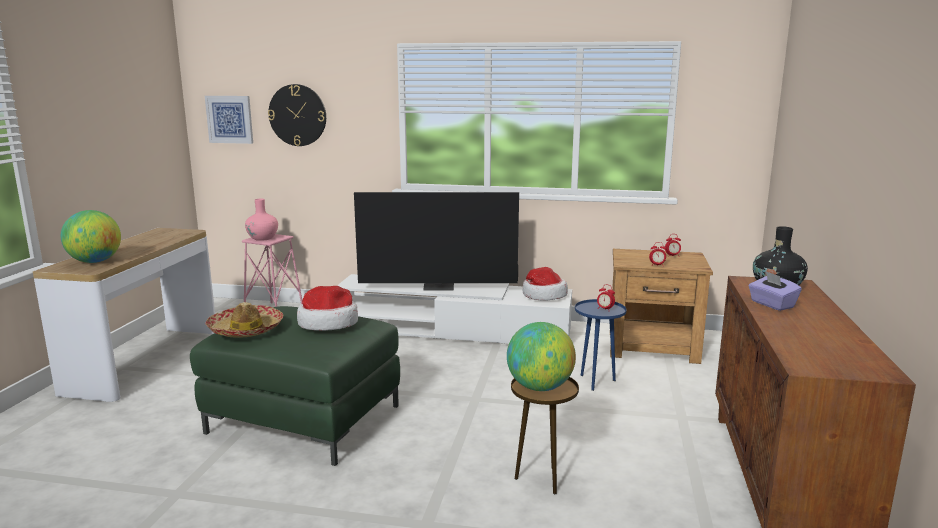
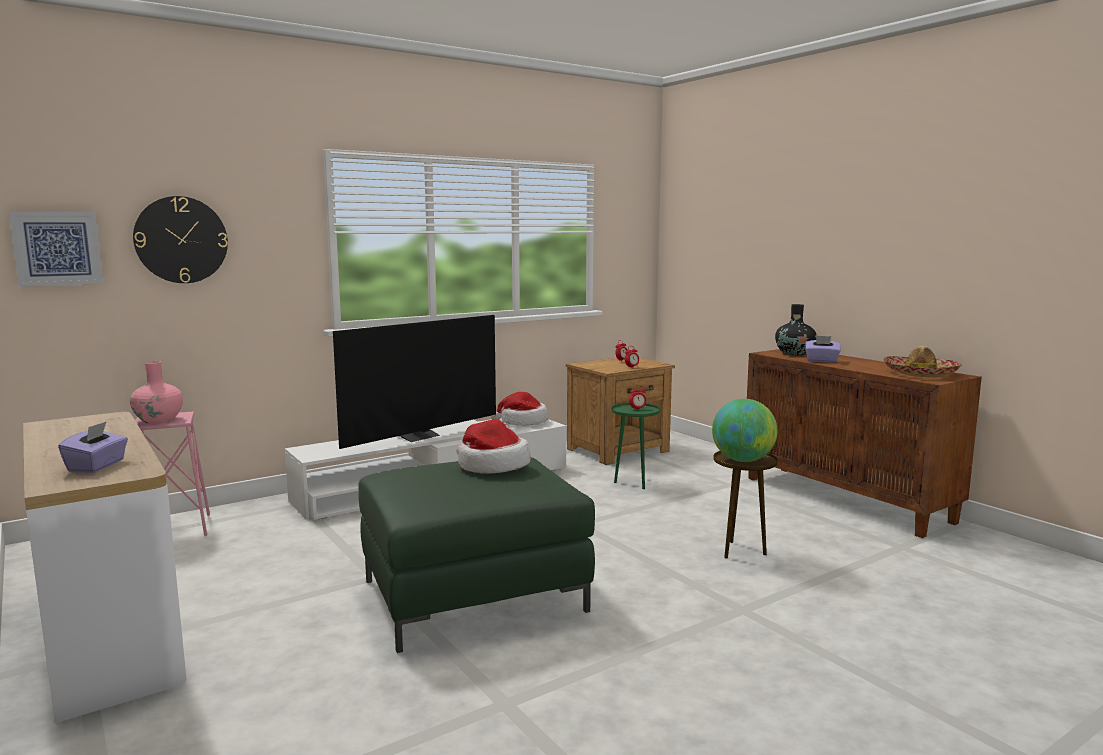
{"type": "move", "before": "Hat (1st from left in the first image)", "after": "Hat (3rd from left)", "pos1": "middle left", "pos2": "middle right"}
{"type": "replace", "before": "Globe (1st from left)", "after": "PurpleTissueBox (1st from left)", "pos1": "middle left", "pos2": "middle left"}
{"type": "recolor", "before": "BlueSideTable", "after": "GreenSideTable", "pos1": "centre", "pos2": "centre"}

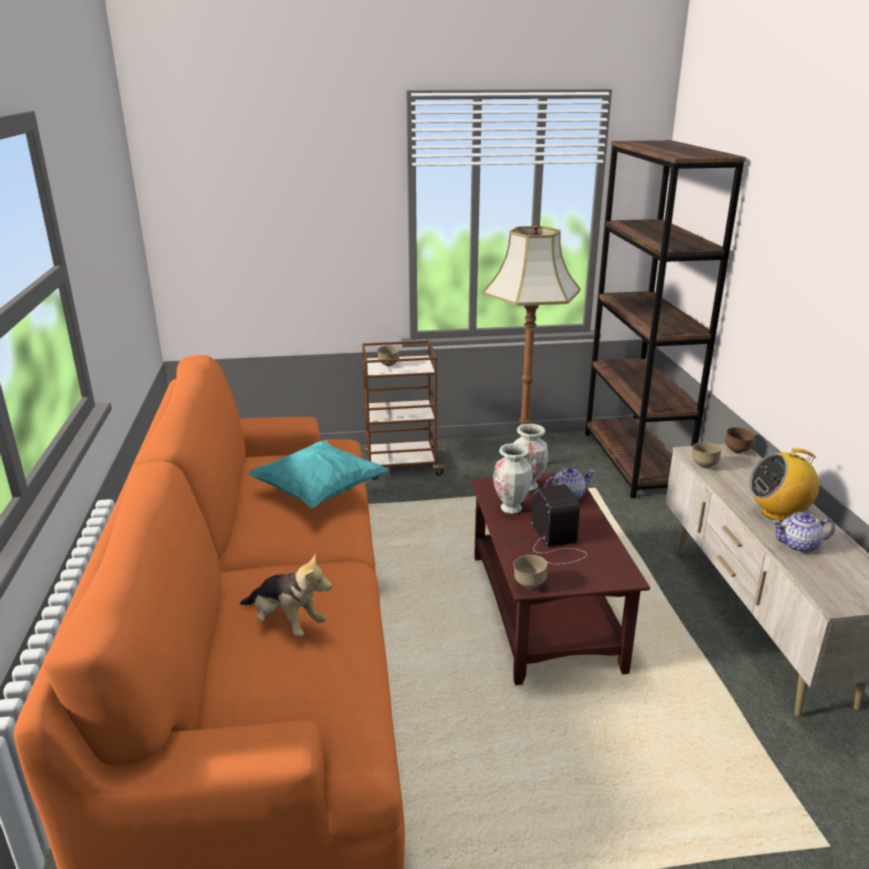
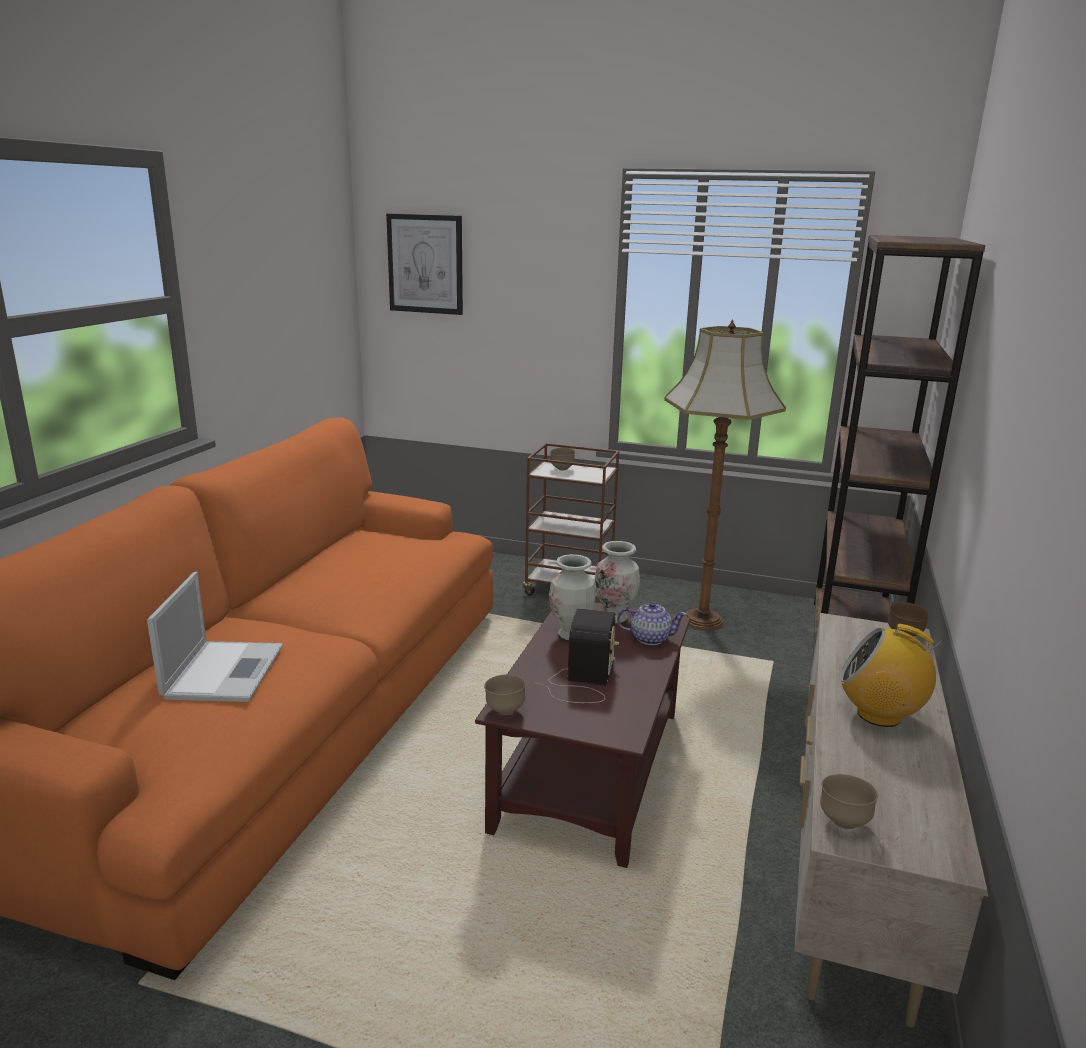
{"type": "delete", "before": "TurquoisePillow", "pos1": "centre"}
{"type": "delete", "before": "Teapot (2nd from left)", "pos1": "middle right"}
{"type": "insert", "after": "Picture", "pos2": "top centre"}
{"type": "move", "before": "BrownBowl (3rd from left)", "pos1": "middle right", "pos2": "bottom right"}
{"type": "replace", "before": "PlushToy", "after": "Laptop", "pos1": "bottom left", "pos2": "middle left"}

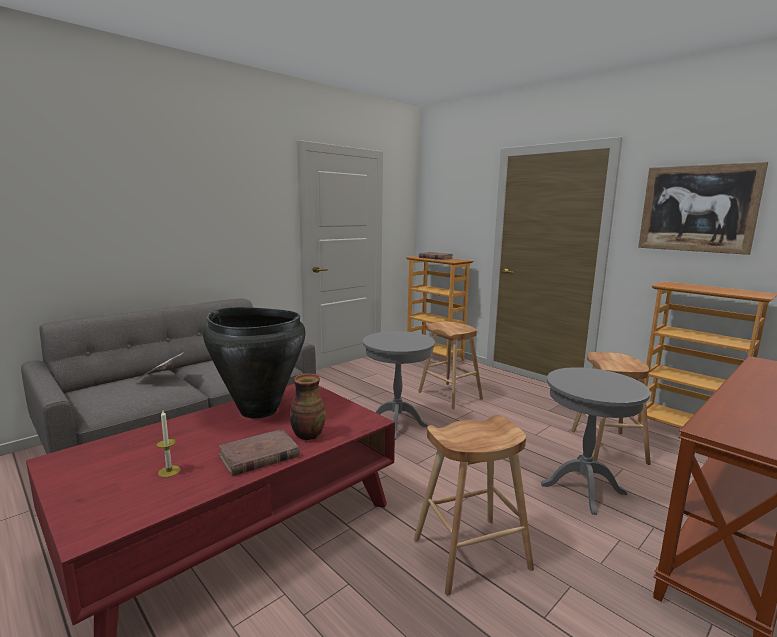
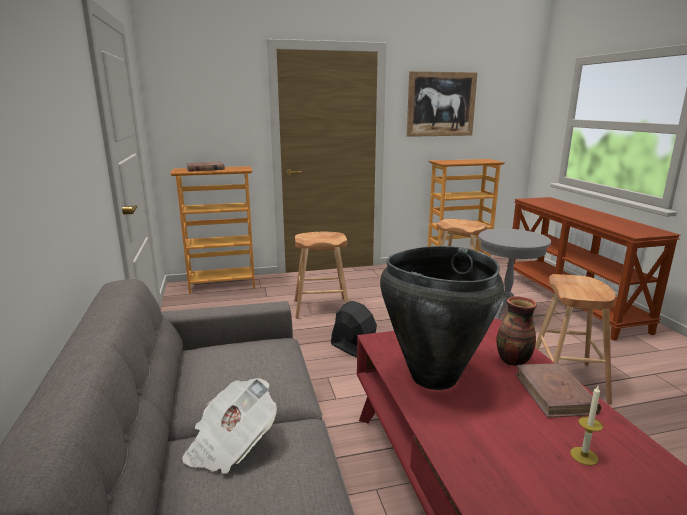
{"type": "replace", "before": "GreySideTable (1st from left)", "after": "BlackFan", "pos1": "centre", "pos2": "centre"}

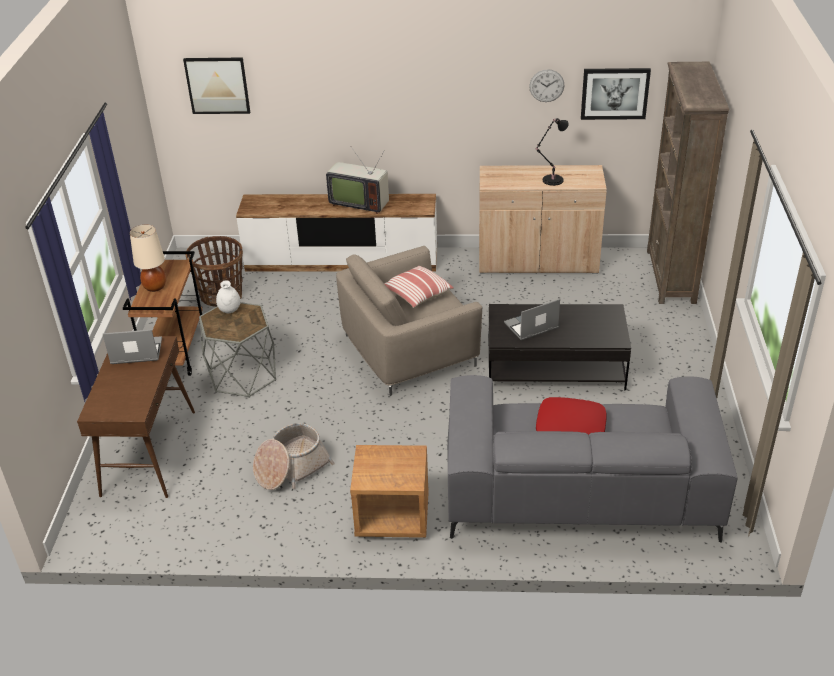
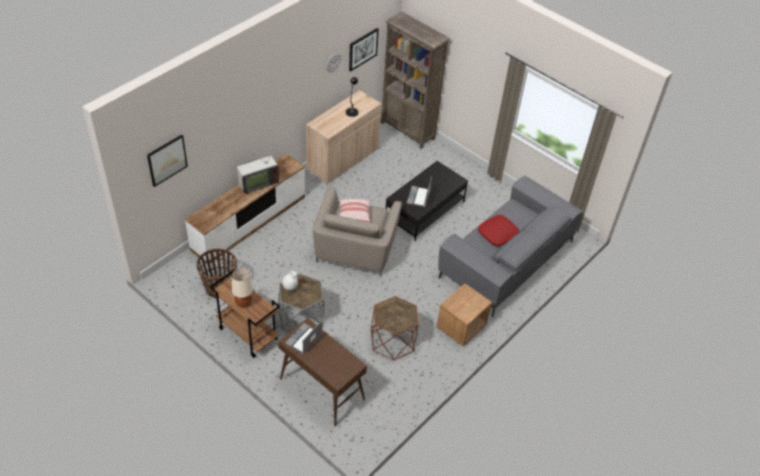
{"type": "replace", "before": "Basket (2nd from left)", "after": "BrownSideTable", "pos1": "bottom centre", "pos2": "bottom centre"}

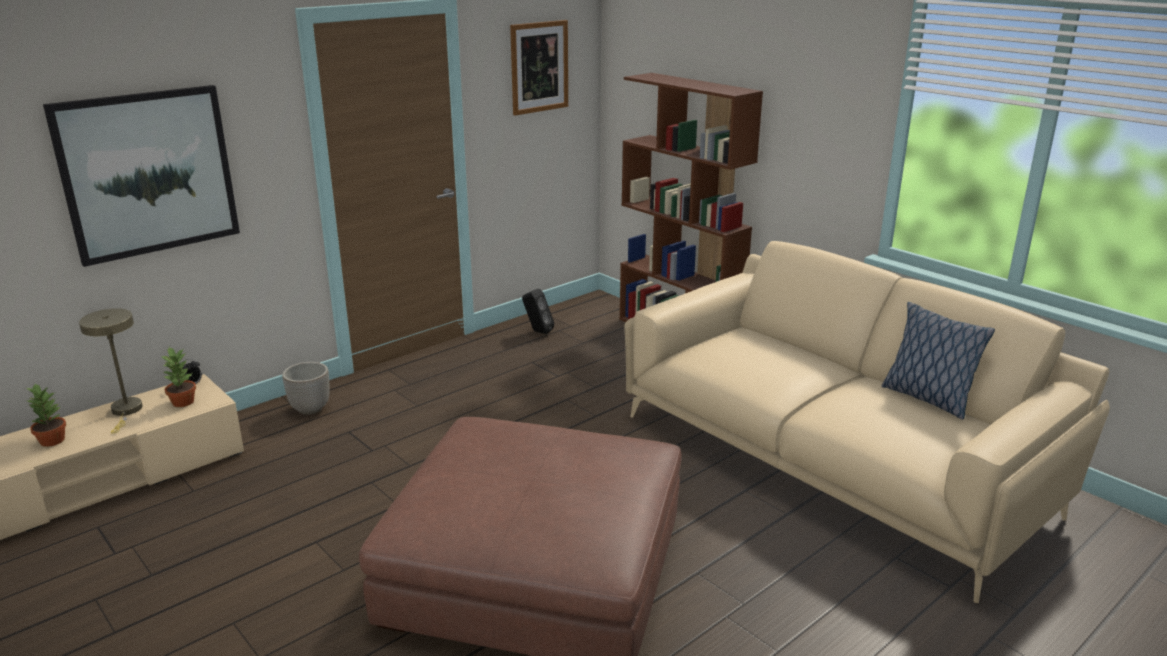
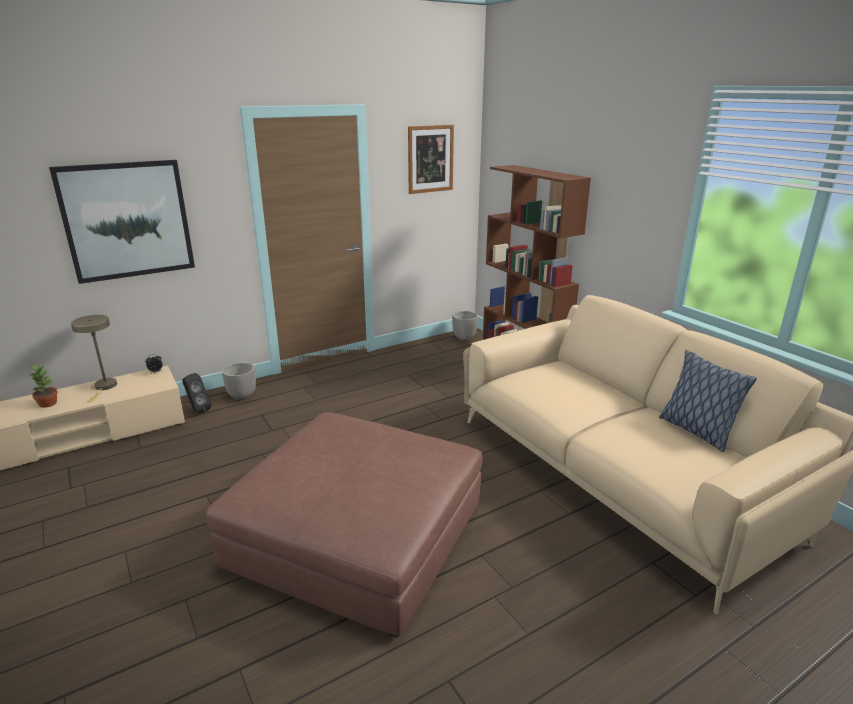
{"type": "delete", "before": "PottedPlant (2nd from left)", "pos1": "middle left"}
{"type": "insert", "after": "Planter (2nd from left)", "pos2": "centre"}
{"type": "move", "before": "BlackSpeaker", "pos1": "centre", "pos2": "middle left"}

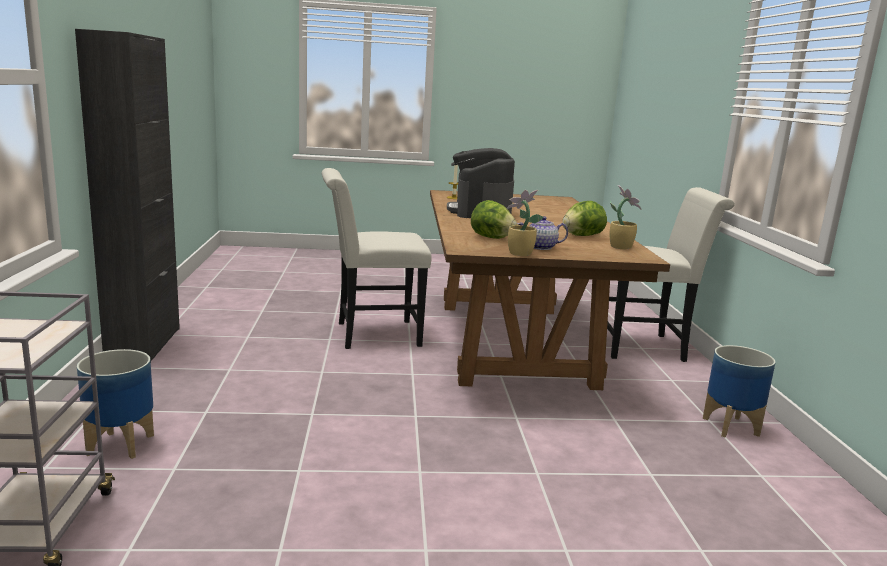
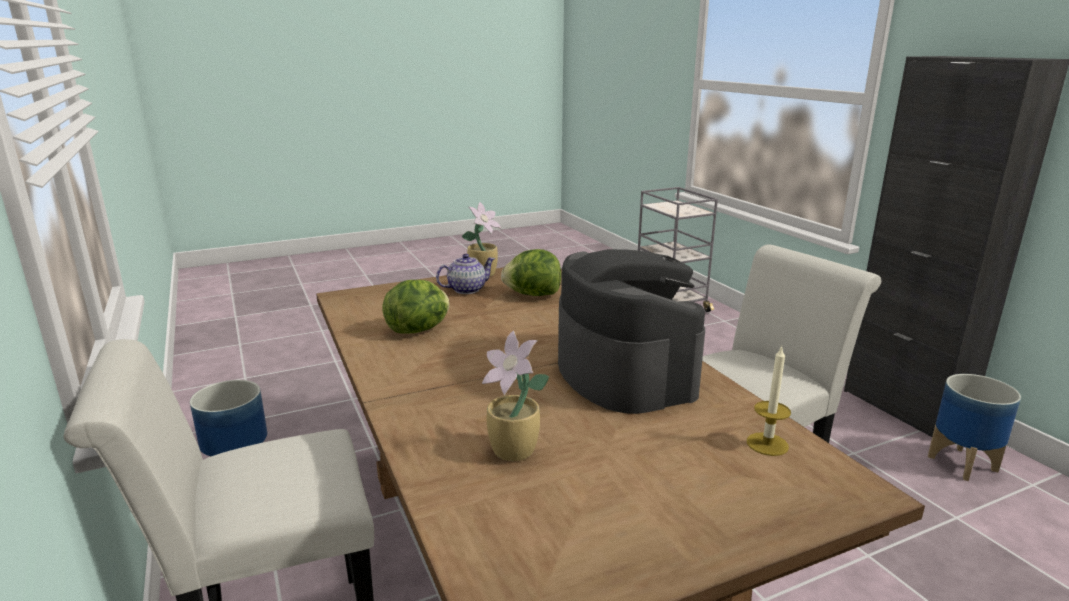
{"type": "move", "before": "Planter (1st from left in the first image)", "after": "Planter (2nd from left)", "pos1": "bottom left", "pos2": "bottom right"}
{"type": "move", "before": "PottedPlant (2nd from left)", "pos1": "middle right", "pos2": "centre"}

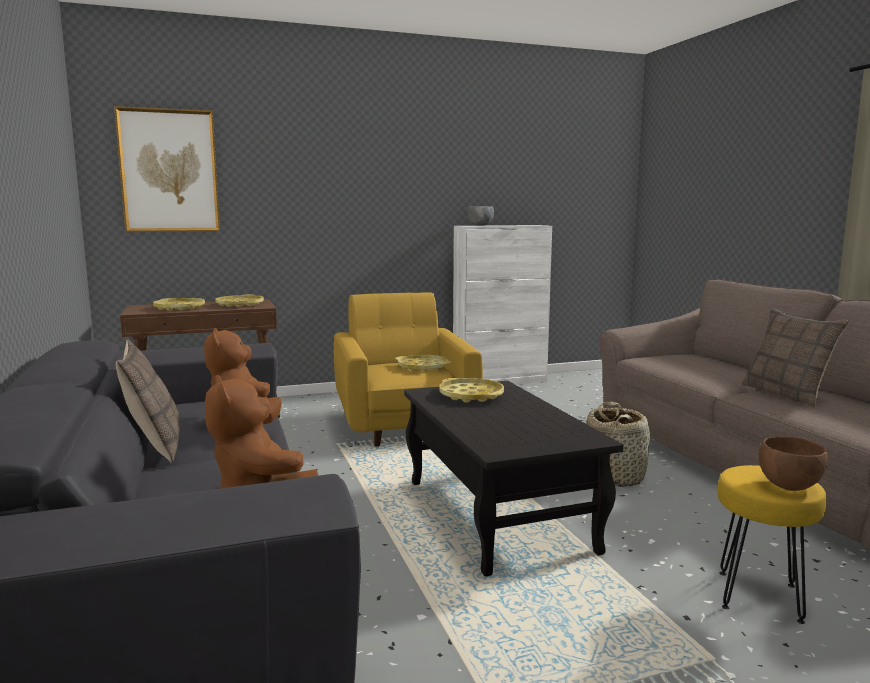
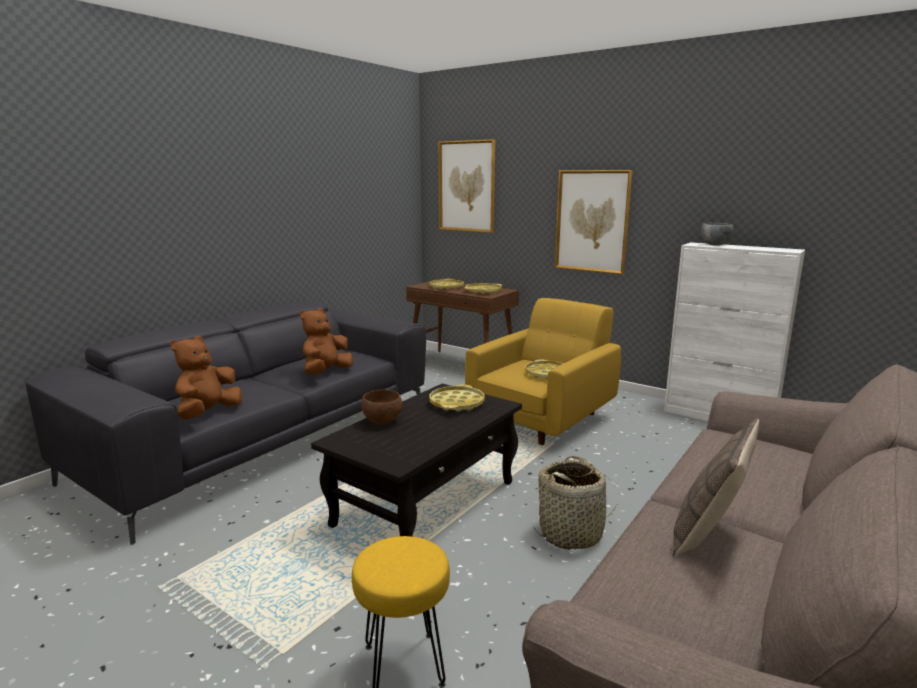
{"type": "delete", "before": "Pillow (1st from left)", "pos1": "middle left"}
{"type": "insert", "after": "Picture (2nd from left)", "pos2": "top centre"}
{"type": "move", "before": "BrownBowl", "pos1": "bottom right", "pos2": "centre"}

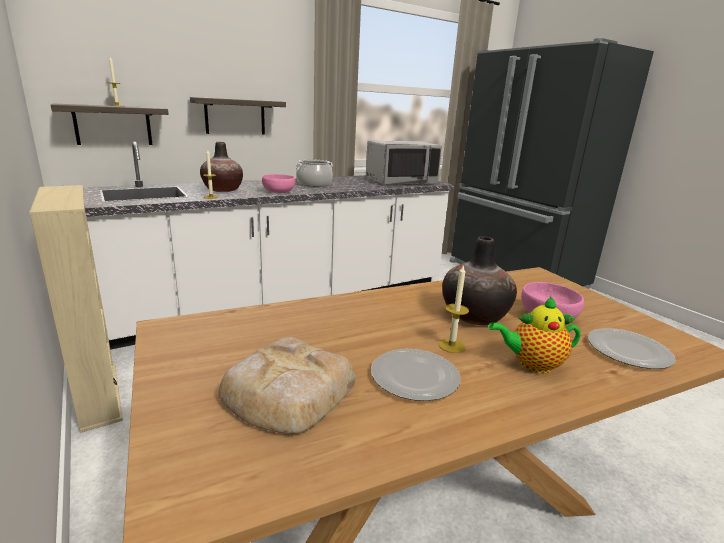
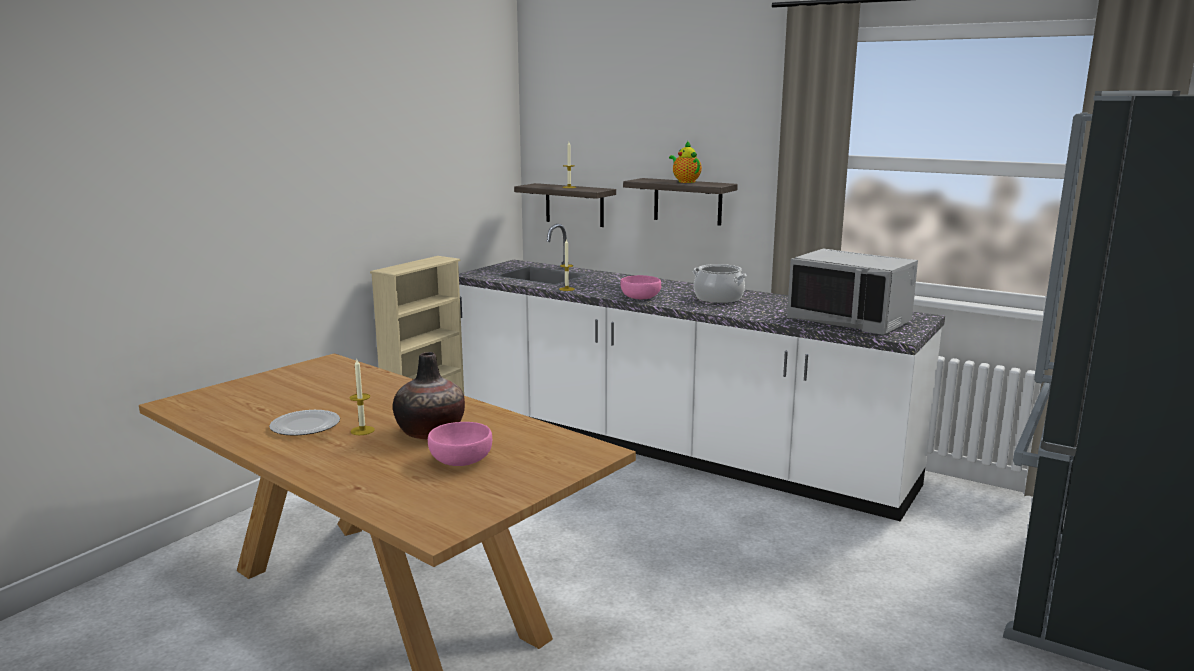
{"type": "delete", "before": "Vase (1st from left)", "pos1": "top left"}
{"type": "delete", "before": "Bread", "pos1": "bottom centre"}
{"type": "delete", "before": "Plate (2nd from left)", "pos1": "middle right"}
{"type": "move", "before": "Teapot", "pos1": "middle right", "pos2": "top centre"}

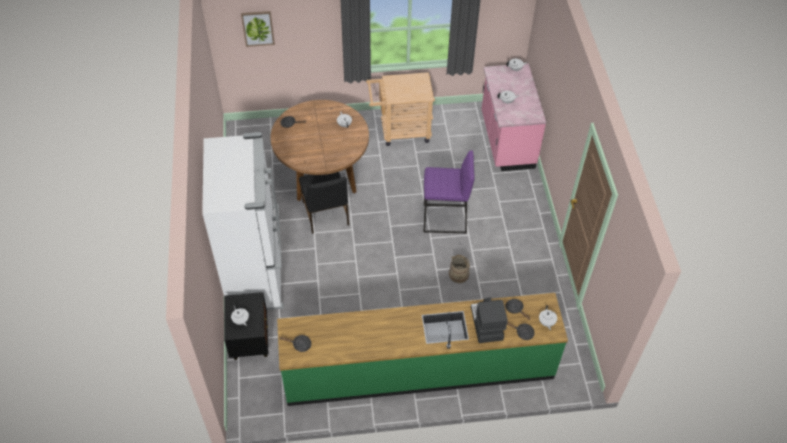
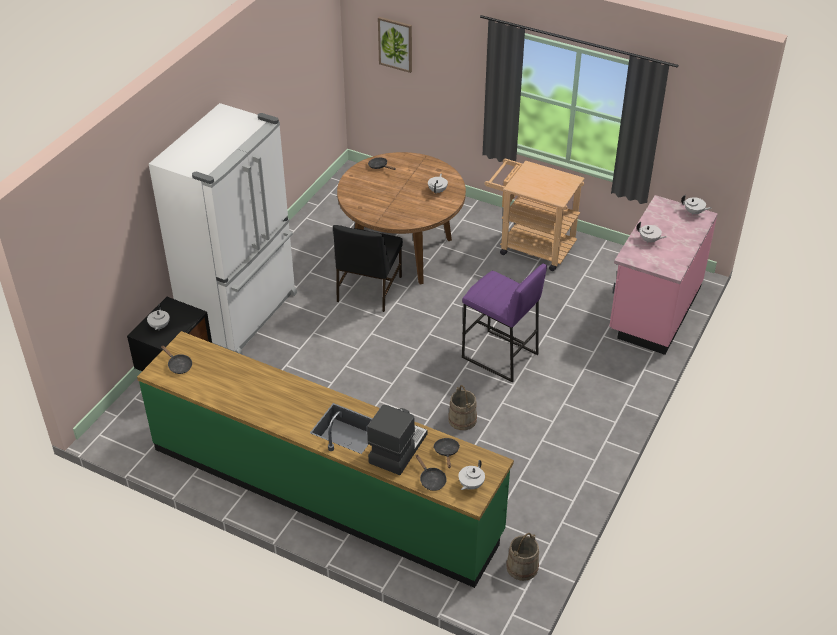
{"type": "insert", "after": "BeigeBucket (2nd from left)", "pos2": "bottom centre"}

